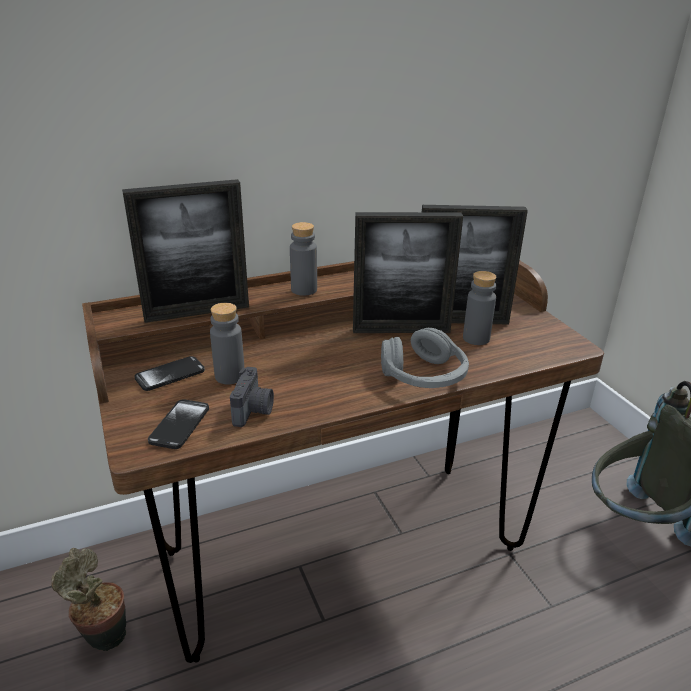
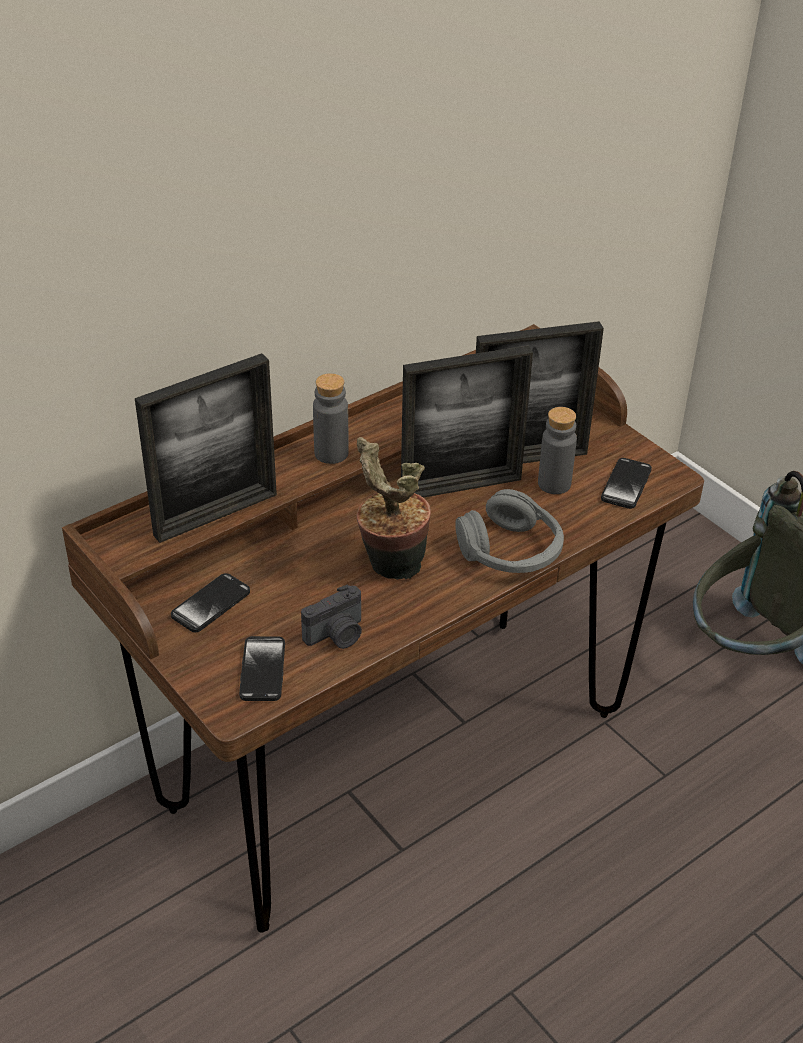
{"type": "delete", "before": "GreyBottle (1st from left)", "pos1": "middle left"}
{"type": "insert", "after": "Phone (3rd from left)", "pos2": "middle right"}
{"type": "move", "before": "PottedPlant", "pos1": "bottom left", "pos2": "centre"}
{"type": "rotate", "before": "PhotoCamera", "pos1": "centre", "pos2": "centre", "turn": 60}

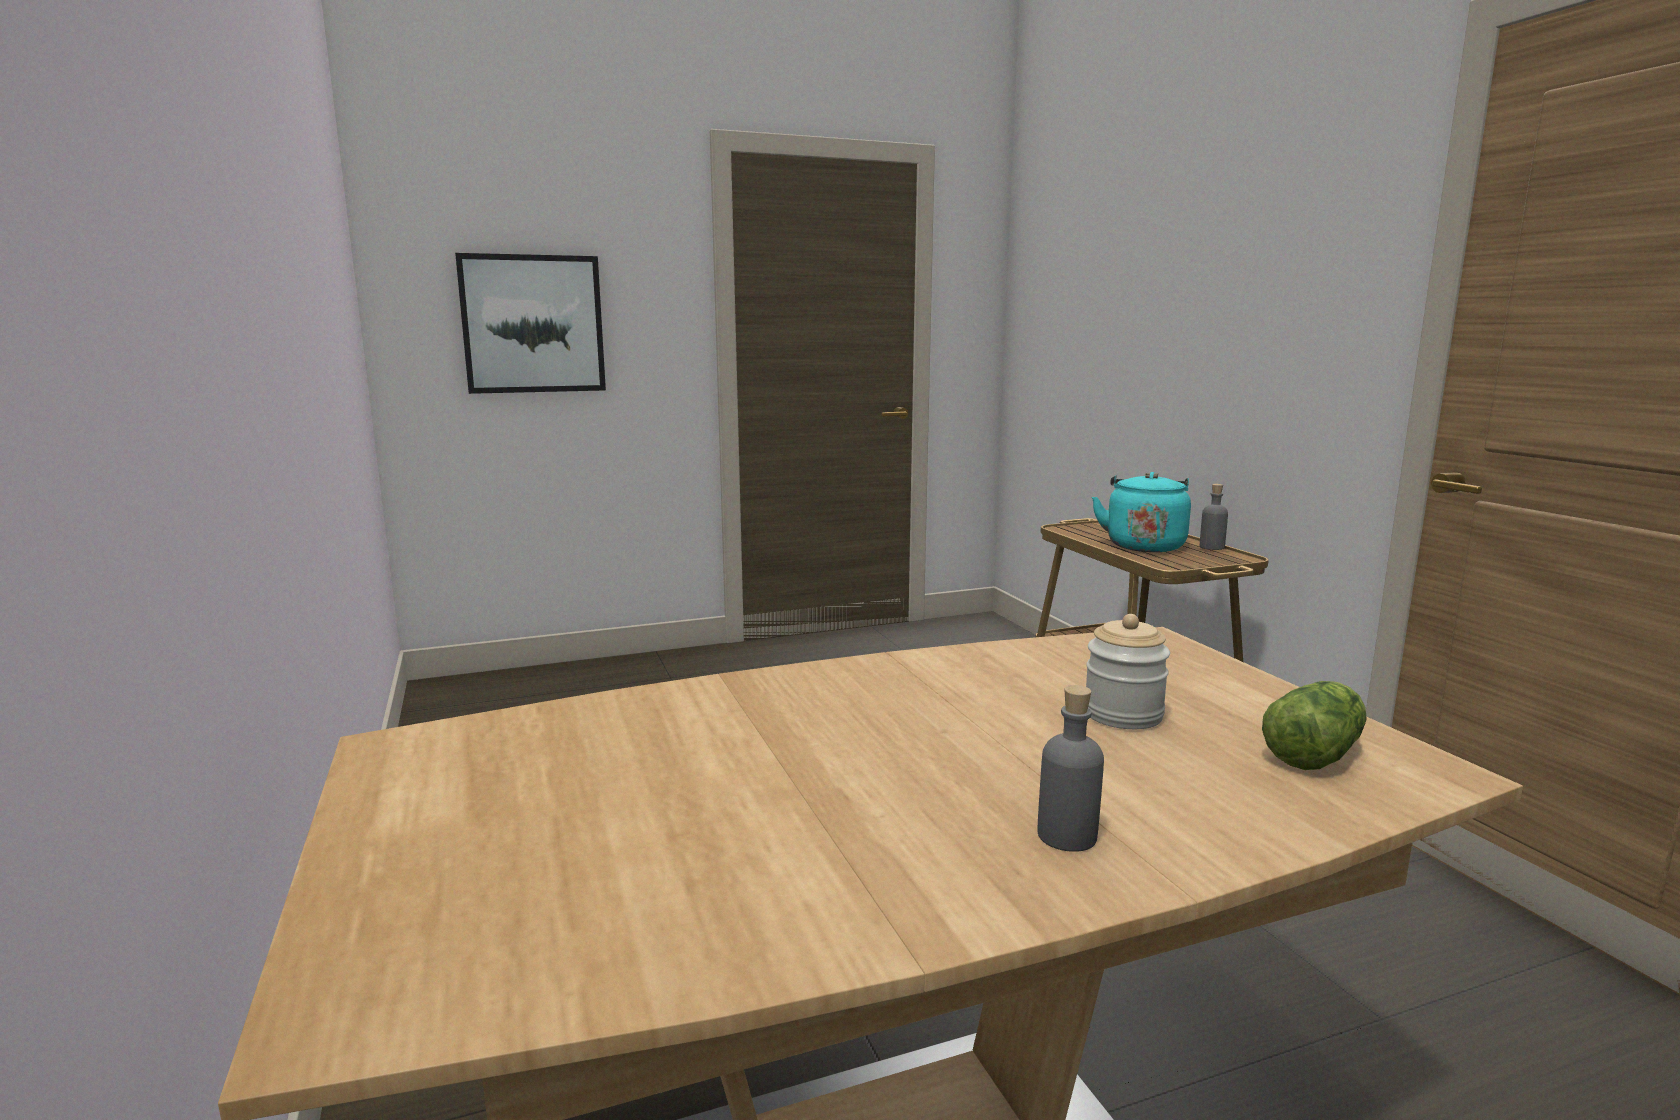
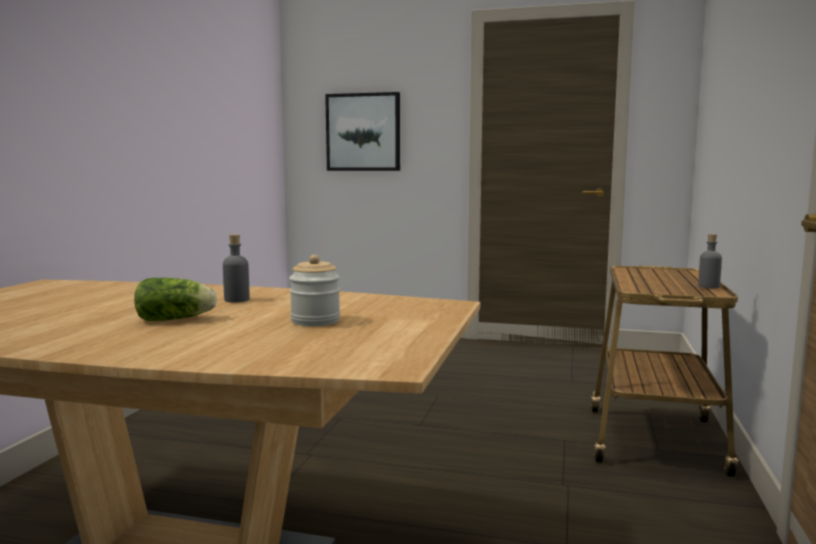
{"type": "delete", "before": "TurquoiseKettle", "pos1": "middle right"}
{"type": "move", "before": "GreyBottle (1st from left)", "pos1": "bottom centre", "pos2": "middle left"}
{"type": "move", "before": "Lettuce", "pos1": "middle right", "pos2": "middle left"}

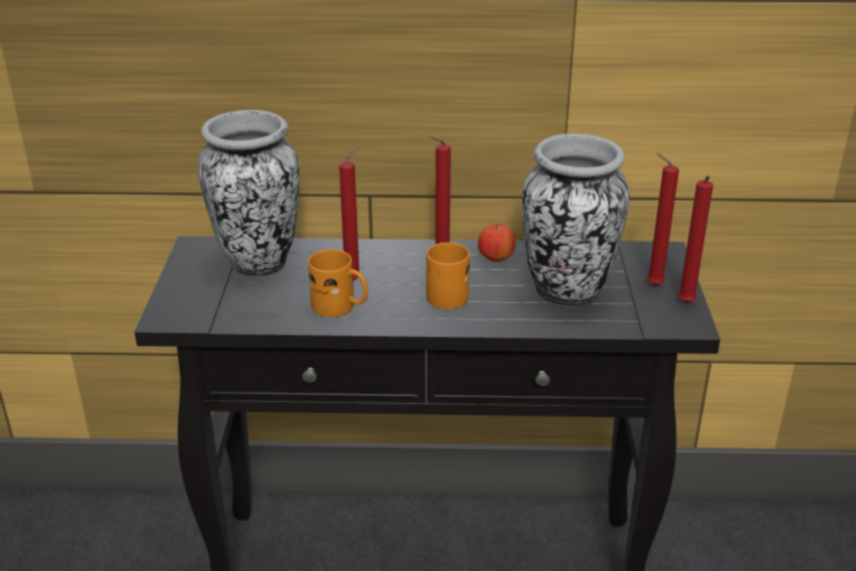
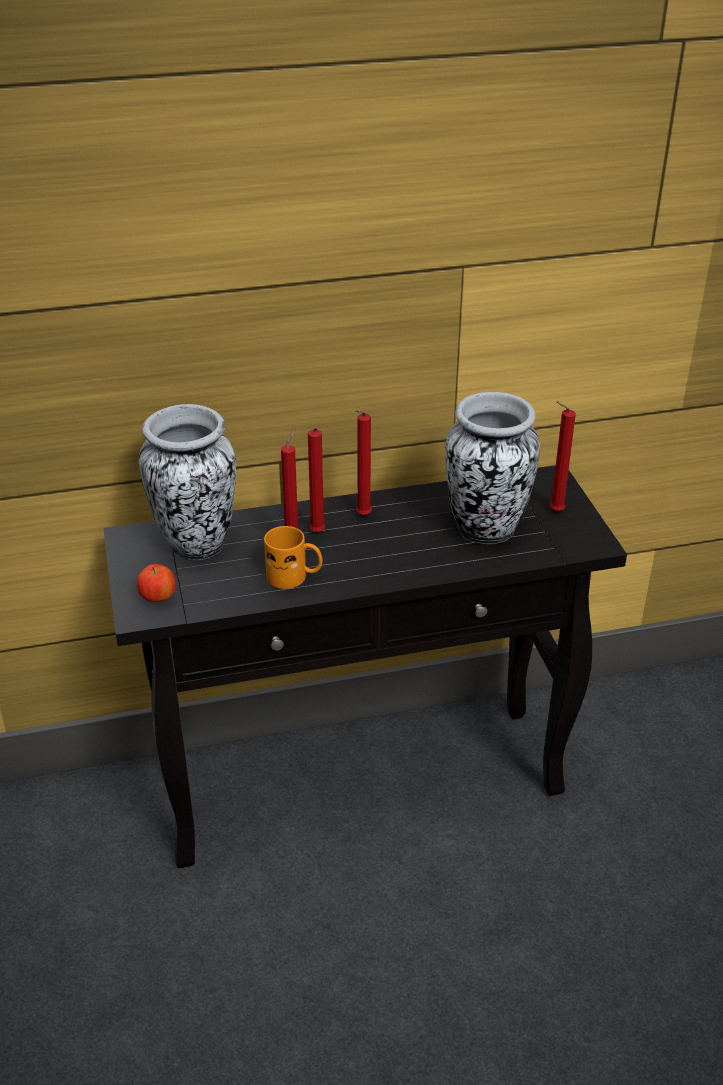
{"type": "delete", "before": "OrangeMug (2nd from left)", "pos1": "centre"}
{"type": "move", "before": "Apple", "pos1": "centre", "pos2": "middle left"}
{"type": "move", "before": "RedCandle (4th from left in the first image)", "after": "RedCandle (2nd from left)", "pos1": "middle right", "pos2": "centre"}

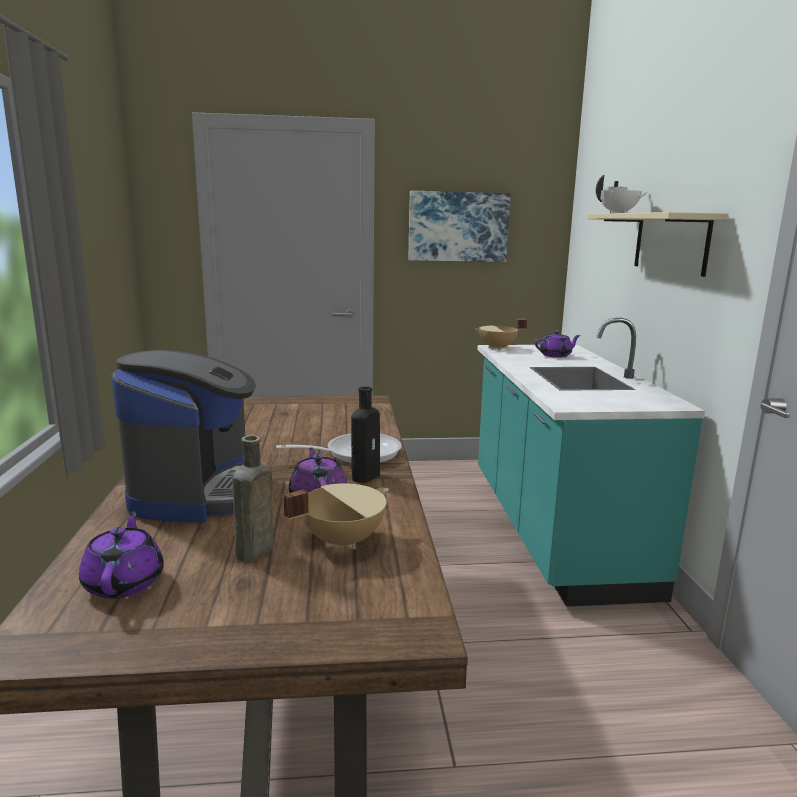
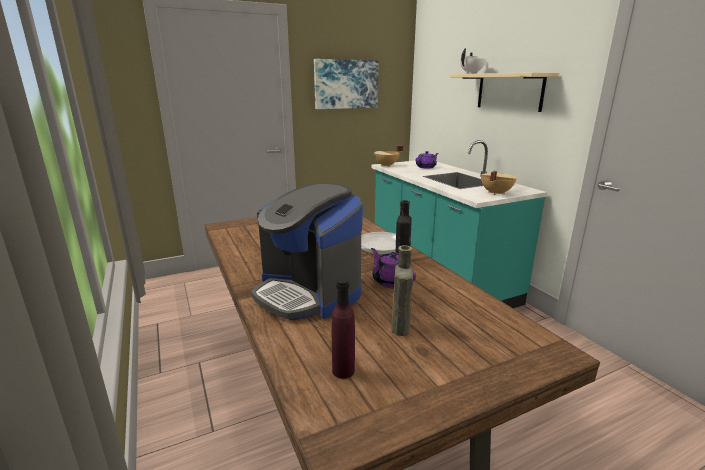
{"type": "move", "before": "BeigeCookingPot (1st from left in the first image)", "after": "BeigeCookingPot (2nd from left)", "pos1": "centre", "pos2": "middle right"}
{"type": "replace", "before": "PurpleTeapot (1st from left)", "after": "PurpleBottle", "pos1": "bottom left", "pos2": "bottom centre"}
{"type": "rotate", "before": "CoffeeMachine", "pos1": "middle left", "pos2": "centre", "turn": 150}

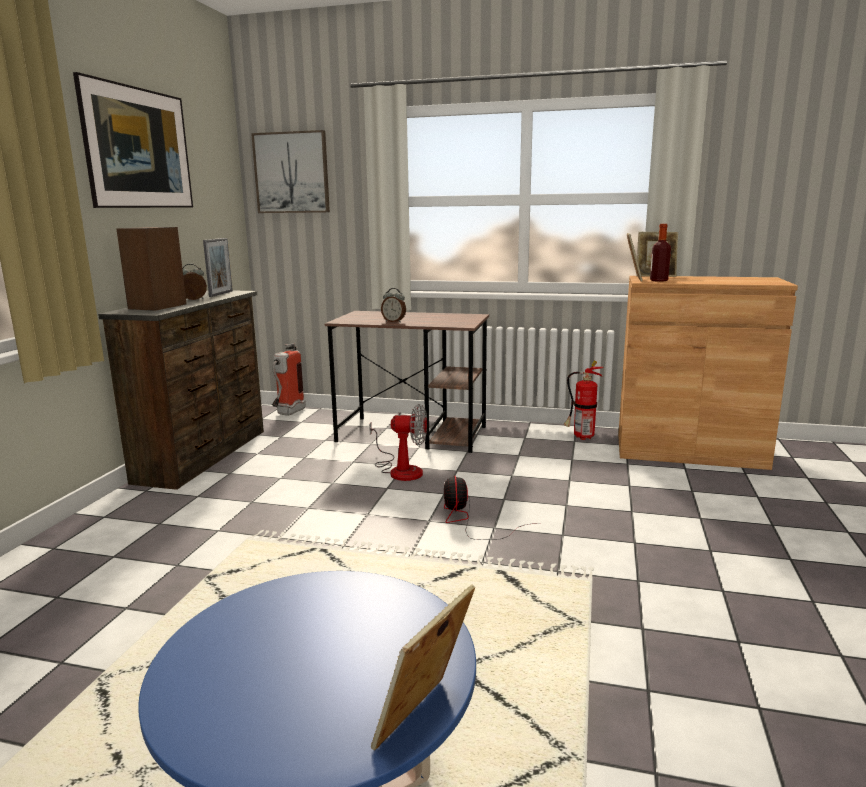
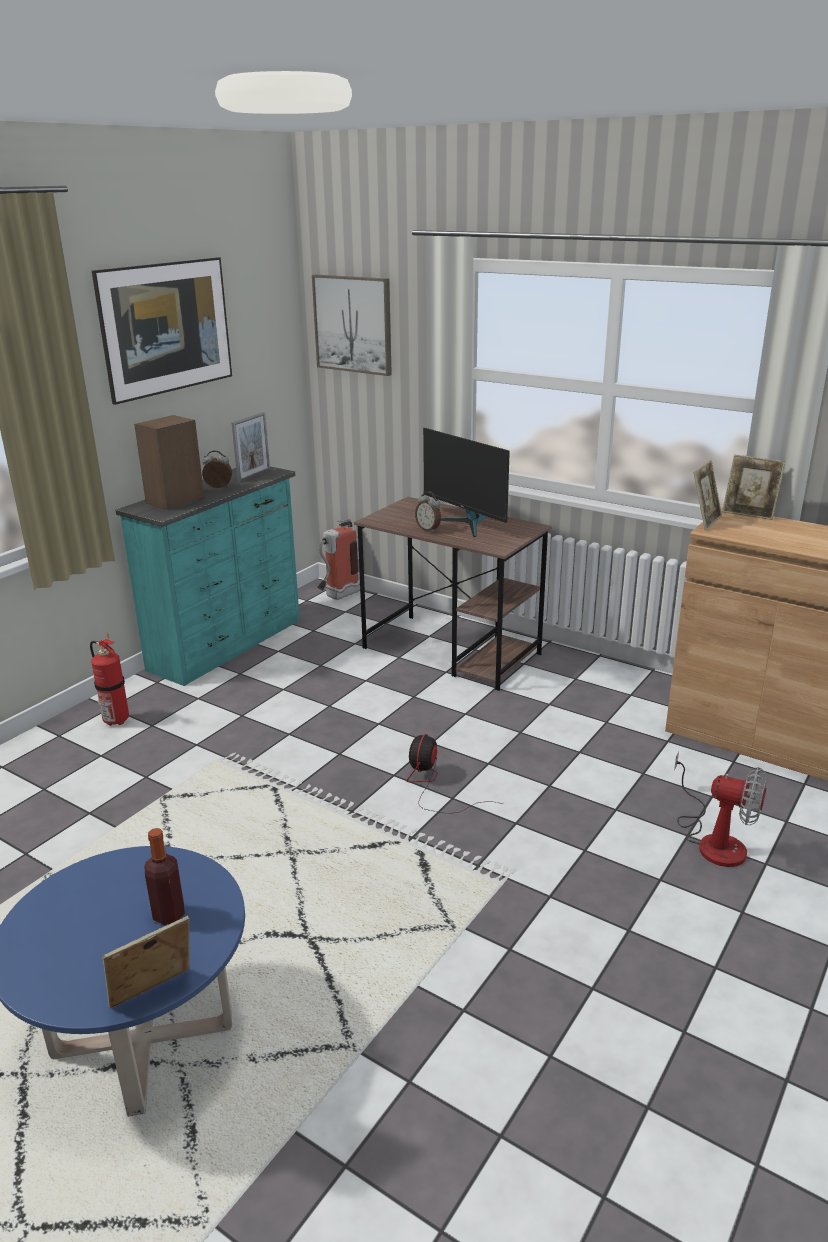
{"type": "insert", "after": "Monitor", "pos2": "centre"}
{"type": "move", "before": "Fan (1st from left in the first image)", "after": "Fan (2nd from left)", "pos1": "centre", "pos2": "middle right"}
{"type": "move", "before": "FireExtinguisher (2nd from left in the first image)", "after": "FireExtinguisher (1st from left)", "pos1": "middle right", "pos2": "middle left"}
{"type": "move", "before": "Bottle", "pos1": "top right", "pos2": "bottom left"}
{"type": "recolor", "before": "BrownDresser", "after": "TurquoiseDresser", "pos1": "middle left", "pos2": "middle left"}

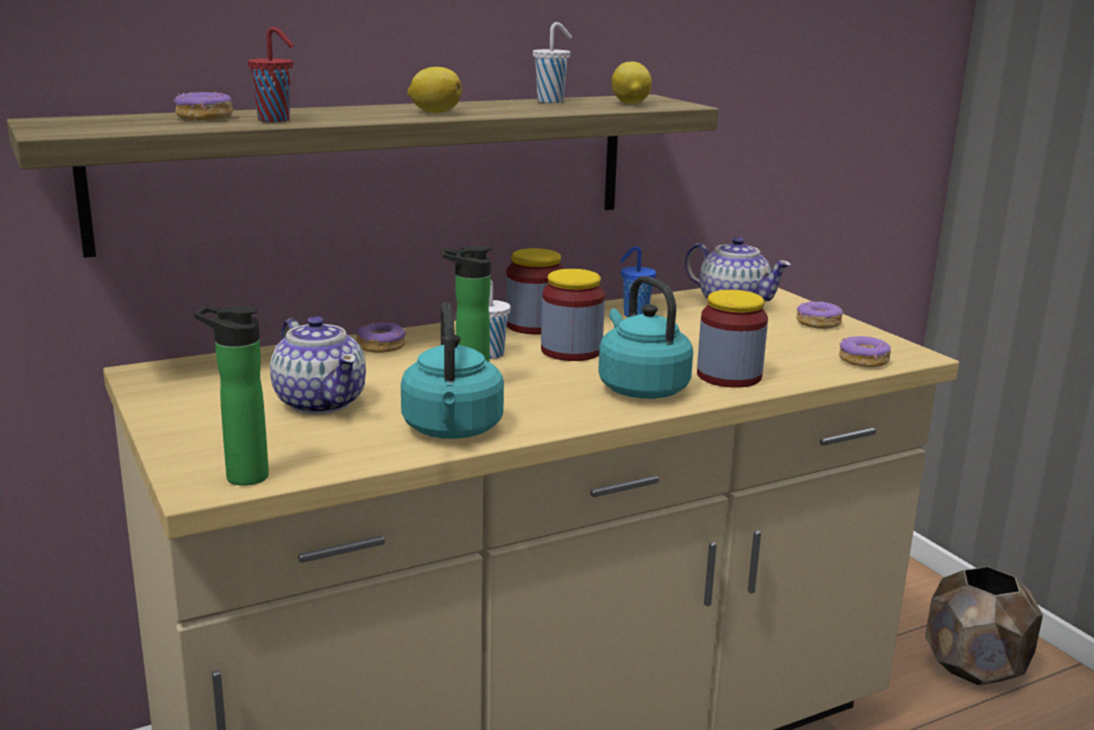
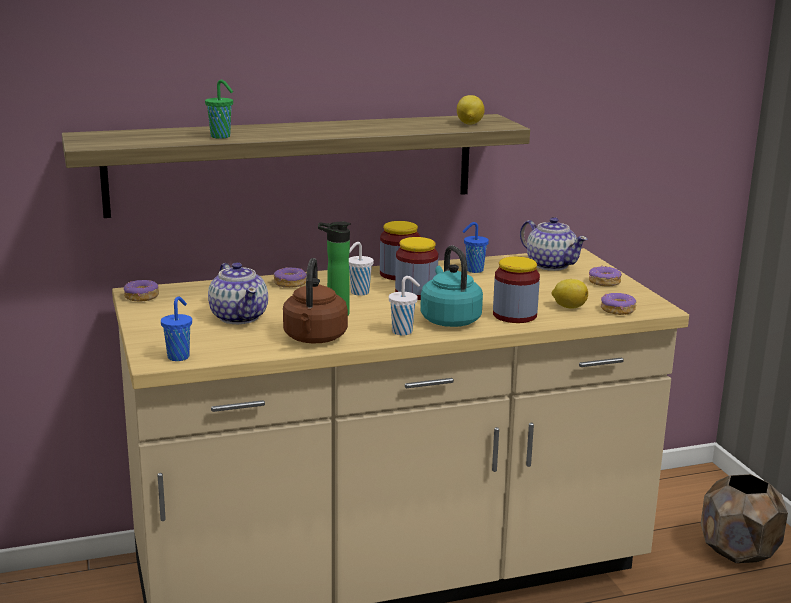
{"type": "move", "before": "Donut (1st from left)", "pos1": "top left", "pos2": "middle left"}
{"type": "move", "before": "Lemon (1st from left in the first image)", "after": "Lemon (2nd from left)", "pos1": "top centre", "pos2": "middle right"}
{"type": "move", "before": "WhiteCup (2nd from left)", "pos1": "top centre", "pos2": "centre"}
{"type": "replace", "before": "Bottle (1st from left)", "after": "BlueCup (1st from left)", "pos1": "middle left", "pos2": "middle left"}
{"type": "recolor", "before": "RedCup", "after": "GreenCup", "pos1": "top left", "pos2": "top left"}
{"type": "recolor", "before": "TurquoiseKettle (1st from left)", "after": "BrownKettle", "pos1": "centre", "pos2": "centre"}

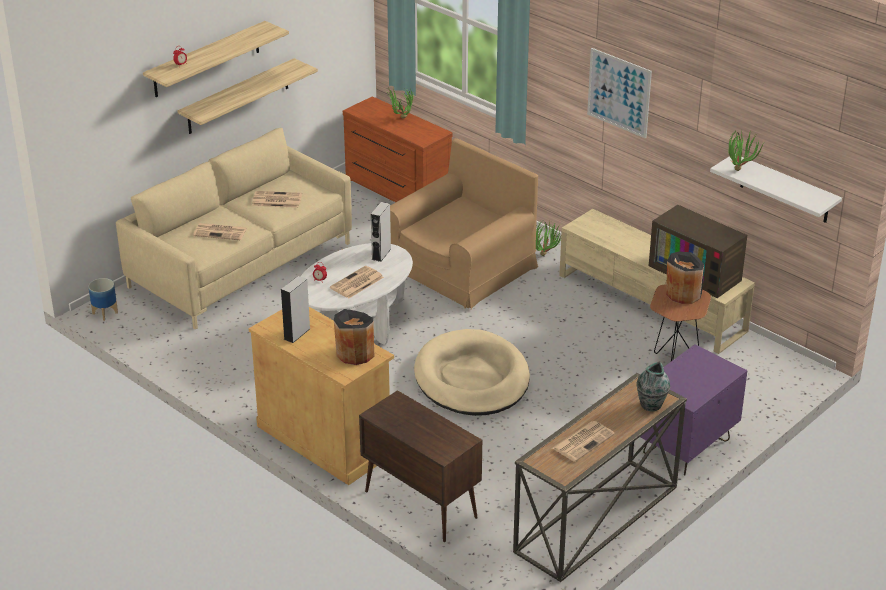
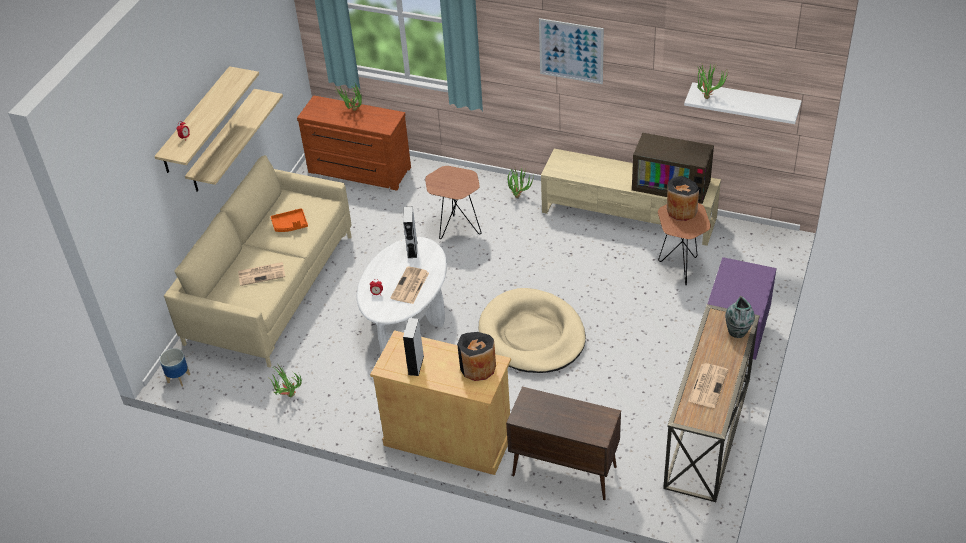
{"type": "insert", "after": "PottedPlant (1st from left)", "pos2": "bottom left"}
{"type": "replace", "before": "Newspaper (2nd from left)", "after": "OrangeTray", "pos1": "middle left", "pos2": "middle left"}
{"type": "replace", "before": "BrownArmchair", "after": "BrownSideTable (1st from left)", "pos1": "centre", "pos2": "centre"}

